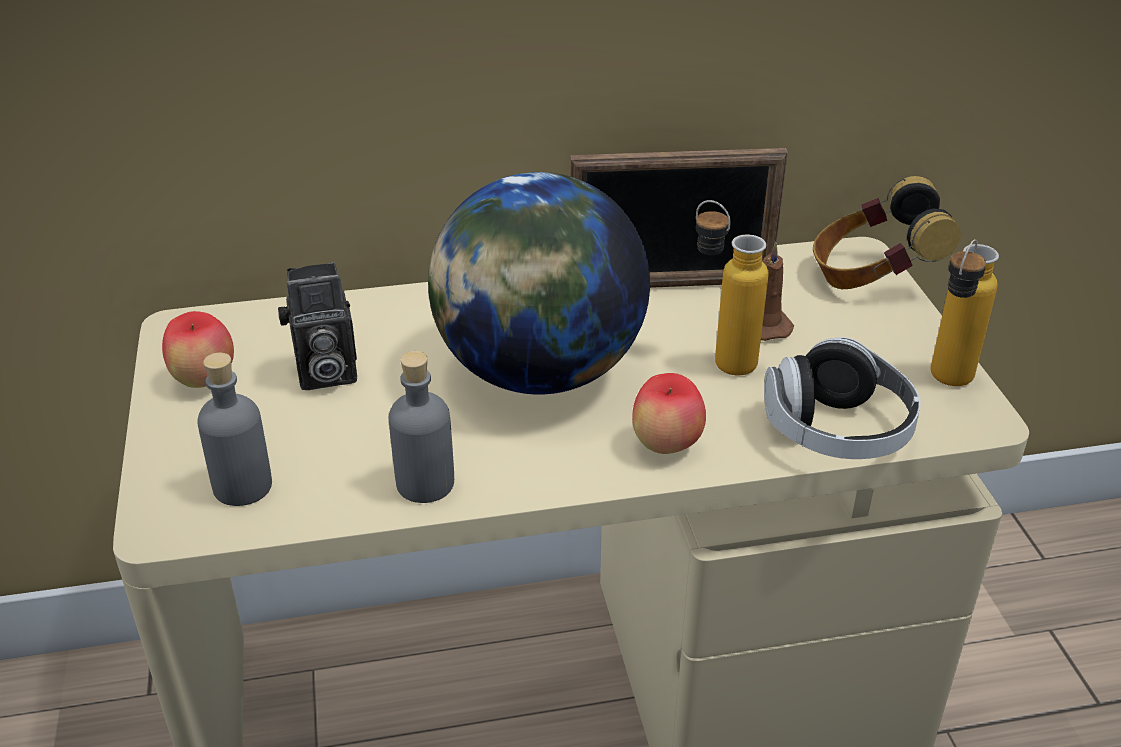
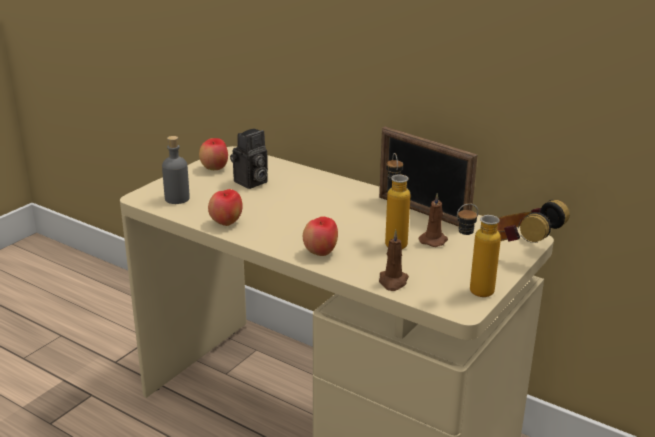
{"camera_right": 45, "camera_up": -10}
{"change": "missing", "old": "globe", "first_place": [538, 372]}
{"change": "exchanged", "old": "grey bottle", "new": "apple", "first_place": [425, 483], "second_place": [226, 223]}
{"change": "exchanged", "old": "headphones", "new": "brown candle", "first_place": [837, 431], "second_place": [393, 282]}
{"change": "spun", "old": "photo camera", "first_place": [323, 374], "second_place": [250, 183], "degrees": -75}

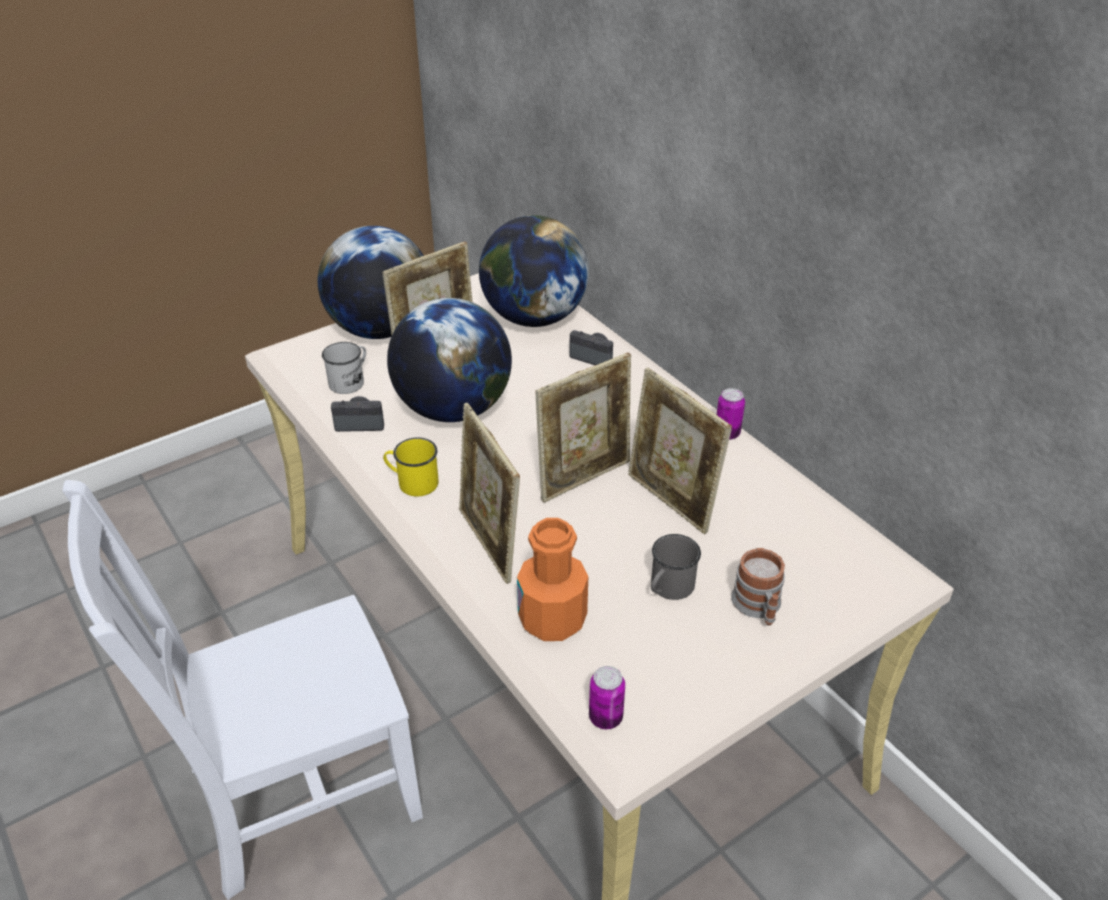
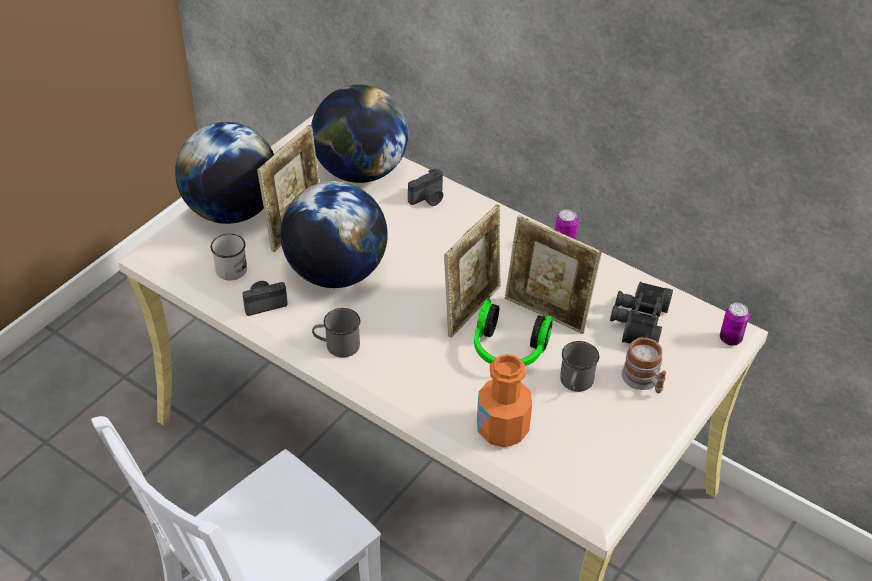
{"camera_right": -20, "camera_up": 5}
{"change": "missing", "old": "picture frame", "first_place": [489, 544]}
{"change": "appeared", "new": "headphones", "second_place": [508, 351]}
{"change": "appeared", "new": "black binoculars", "second_place": [637, 321]}
{"change": "relocated", "old": "can", "first_place": [605, 718], "second_place": [730, 339]}
{"change": "colour", "old": "yellow mug", "new": "grey mug", "first_place": [412, 482], "second_place": [337, 345]}
{"change": "spun", "old": "photo camera", "first_place": [593, 357], "second_place": [428, 199], "degrees": 135}

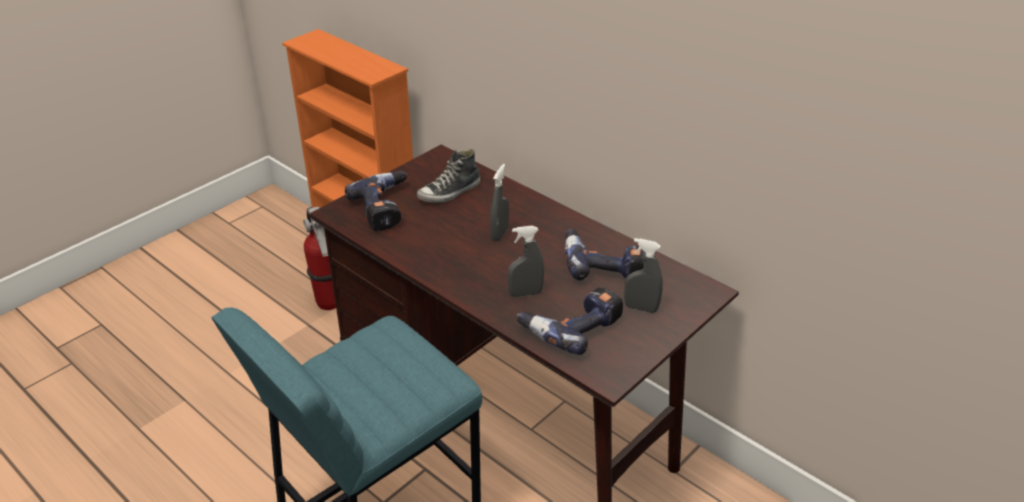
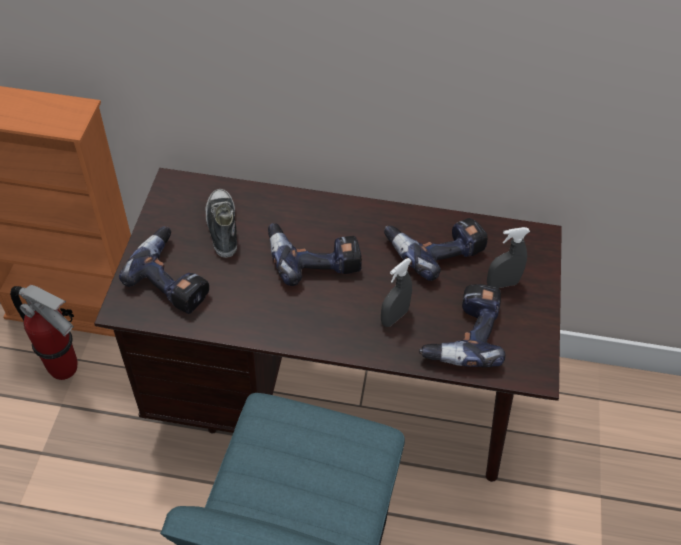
{"camera_right": -35, "camera_up": 15}
{"change": "exchanged", "old": "grey spray bottle", "new": "power drill", "first_place": [499, 234], "second_place": [314, 258]}
{"change": "spun", "old": "shoe", "first_place": [449, 192], "second_place": [222, 227], "degrees": 150}

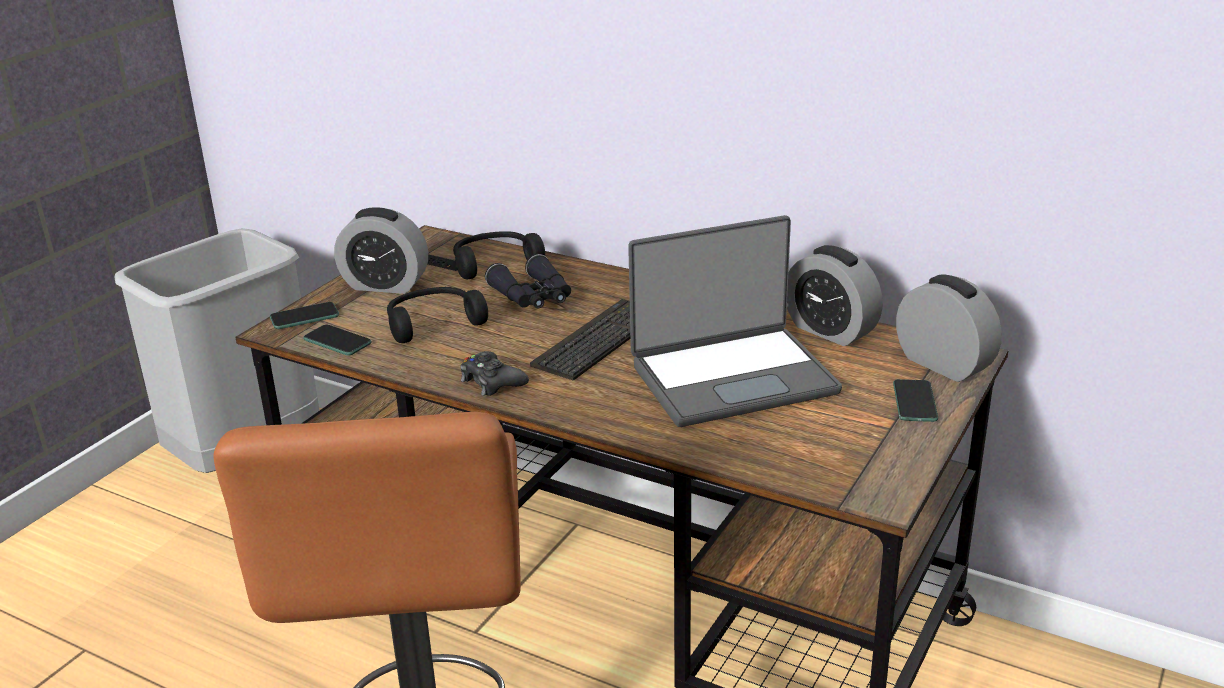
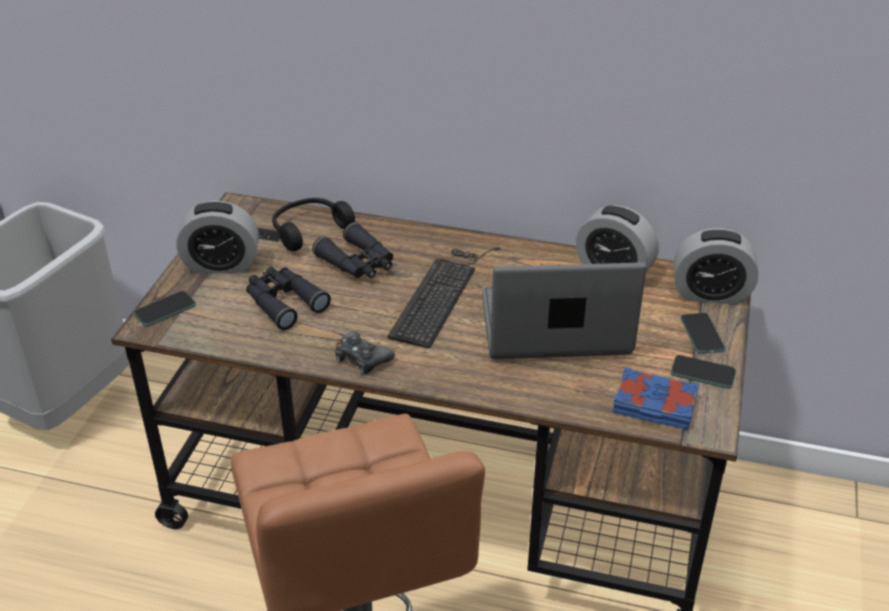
{"camera_right": -15, "camera_up": 10}
{"change": "appeared", "new": "blue book", "second_place": [654, 405]}
{"change": "relocated", "old": "phone", "first_place": [337, 341], "second_place": [702, 373]}
{"change": "exchanged", "old": "black headphones", "new": "black binoculars", "first_place": [433, 323], "second_place": [283, 302]}
{"change": "spun", "old": "laptop", "first_place": [732, 377], "second_place": [555, 328], "degrees": -150}
{"change": "spun", "old": "alarm clock", "first_place": [943, 364], "second_place": [710, 294], "degrees": 150}

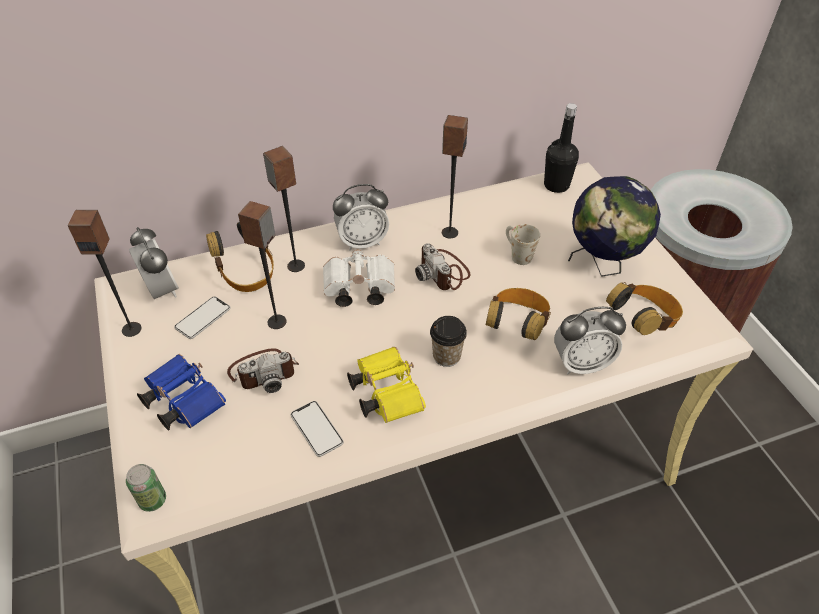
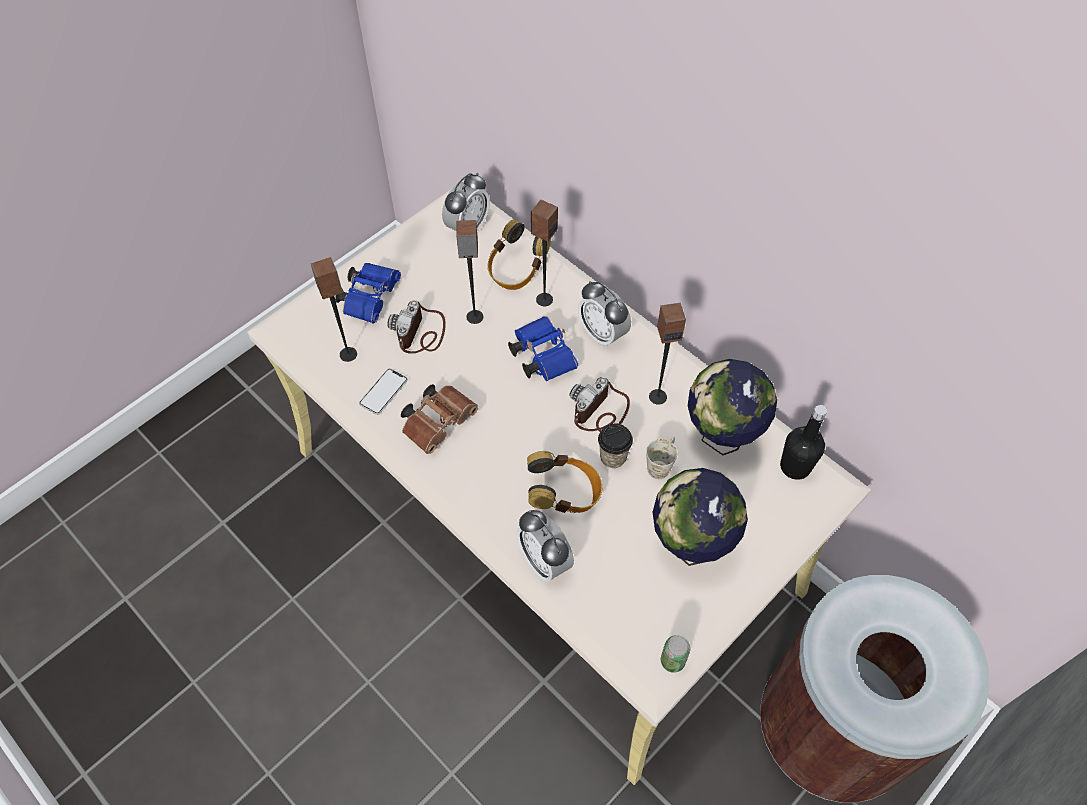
{"camera_right": 65, "camera_up": 10}
{"change": "missing", "old": "phone", "first_place": [203, 318]}
{"change": "missing", "old": "headphones", "first_place": [642, 321]}
{"change": "appeared", "new": "globe", "second_place": [721, 437]}
{"change": "relocated", "old": "speaker", "first_place": [131, 329], "second_place": [348, 354]}
{"change": "relocated", "old": "can", "first_place": [152, 500], "second_place": [672, 661]}
{"change": "relocated", "old": "cup", "first_place": [446, 356], "second_place": [613, 457]}
{"change": "colour", "old": "white binoculars", "new": "blue binoculars", "first_place": [357, 289], "second_place": [541, 355]}
{"change": "colour", "old": "yellow binoculars", "new": "brown binoculars", "first_place": [385, 392], "second_place": [440, 422]}
{"change": "spun", "old": "photo camera", "first_place": [264, 371], "second_place": [421, 333], "degrees": 60}

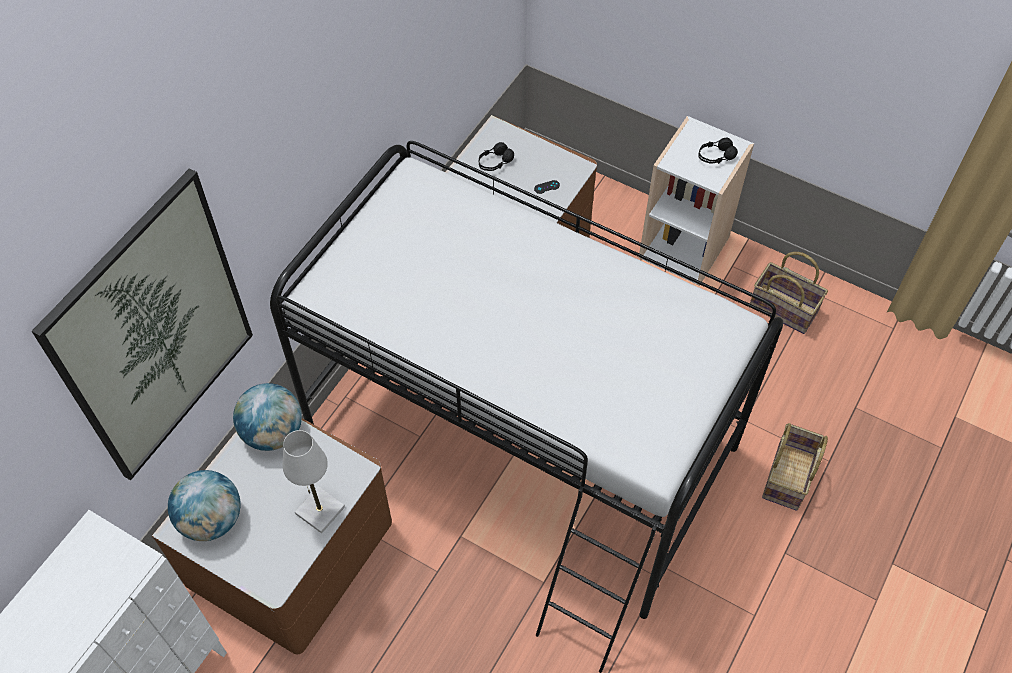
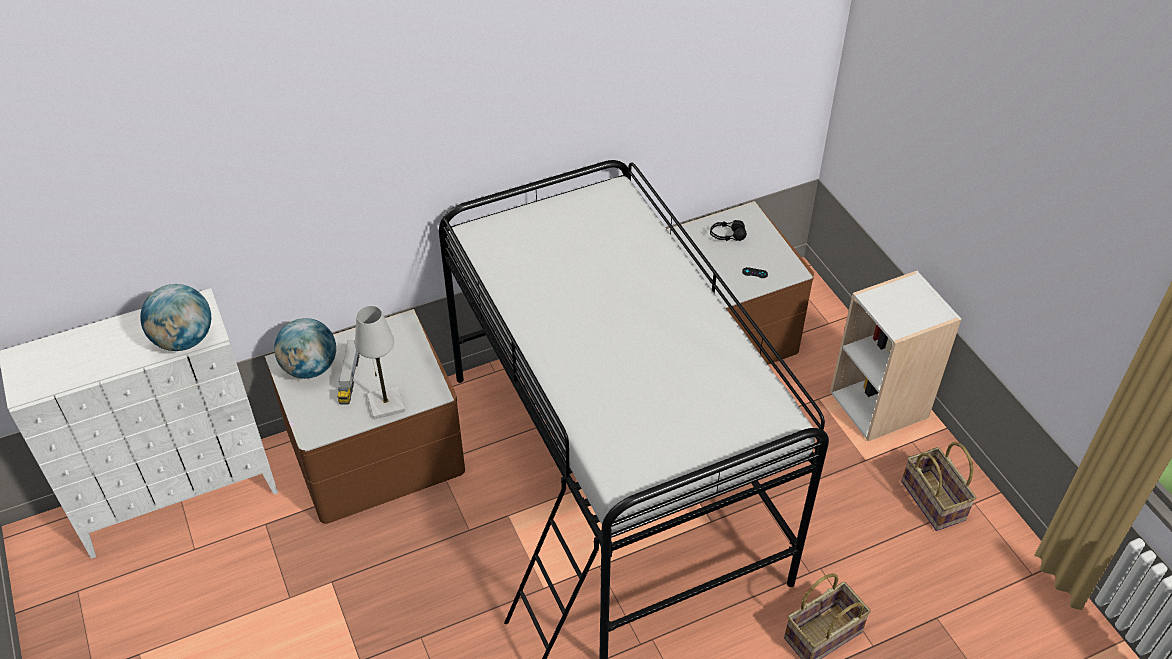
{"camera_right": 35, "camera_up": -10}
{"change": "missing", "old": "picture", "first_place": [154, 331]}
{"change": "missing", "old": "black headphones", "first_place": [715, 156]}
{"change": "appeared", "new": "toy truck", "second_place": [350, 378]}
{"change": "relocated", "old": "globe", "first_place": [273, 433], "second_place": [184, 340]}

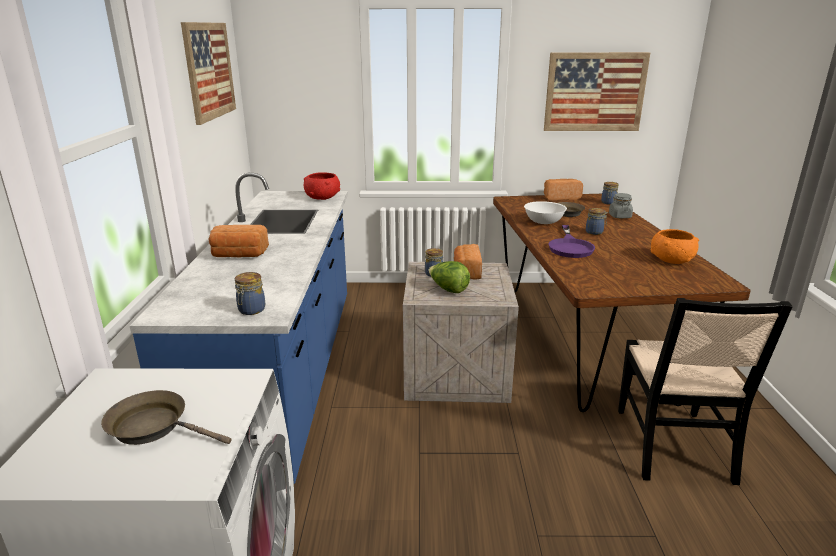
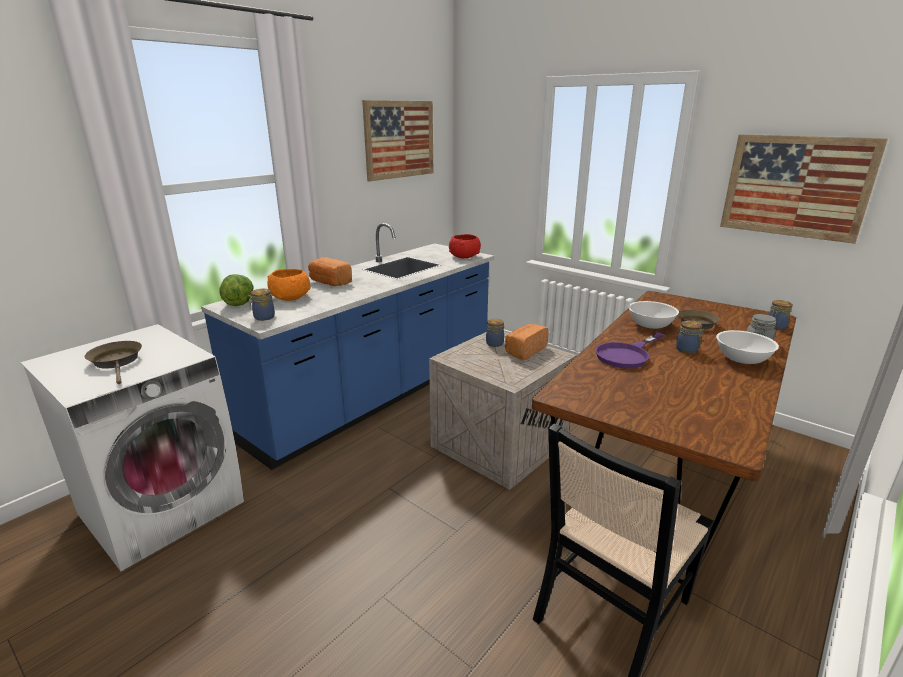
{"camera_right": 40, "camera_up": 0}
{"change": "missing", "old": "bread", "first_place": [560, 197]}
{"change": "appeared", "new": "white bowl", "second_place": [742, 359]}
{"change": "relocated", "old": "lettuce", "first_place": [448, 290], "second_place": [239, 302]}
{"change": "relocated", "old": "orange bowl", "first_place": [671, 259], "second_place": [290, 297]}

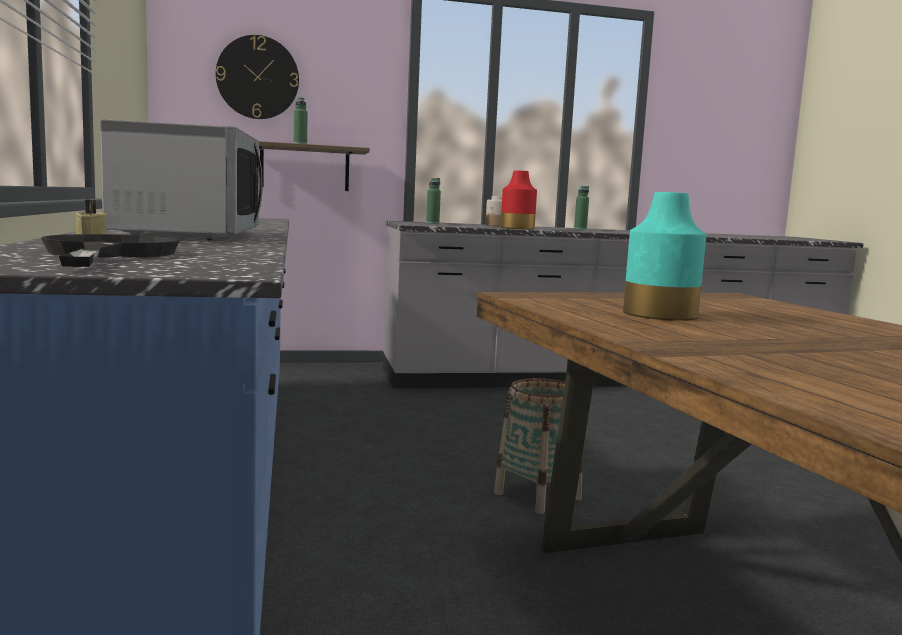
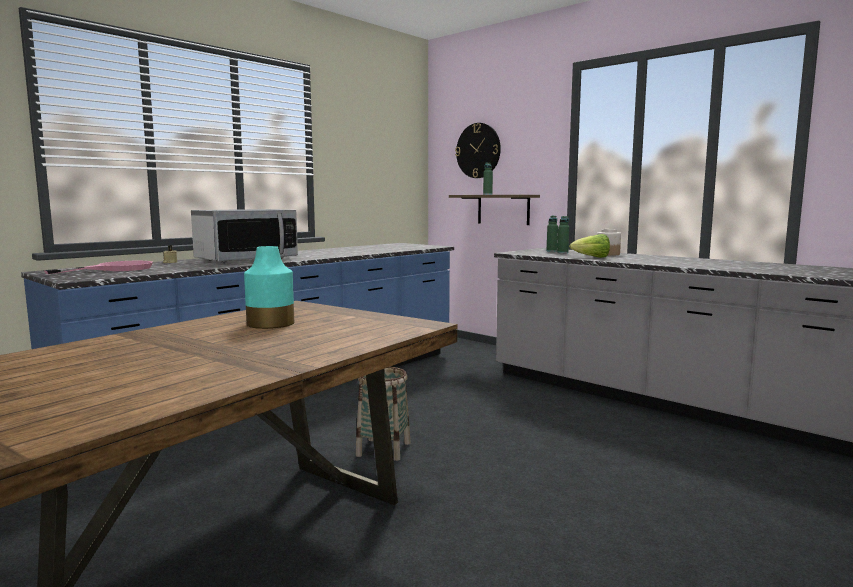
{"camera_right": 55, "camera_up": 0}
{"change": "relocated", "old": "green bottle", "first_place": [580, 229], "second_place": [562, 252]}
{"change": "exchanged", "old": "red vase", "new": "lettuce", "first_place": [517, 228], "second_place": [592, 257]}
{"change": "colour", "old": "black frying pan", "new": "pink frying pan", "first_place": [108, 254], "second_place": [115, 269]}

